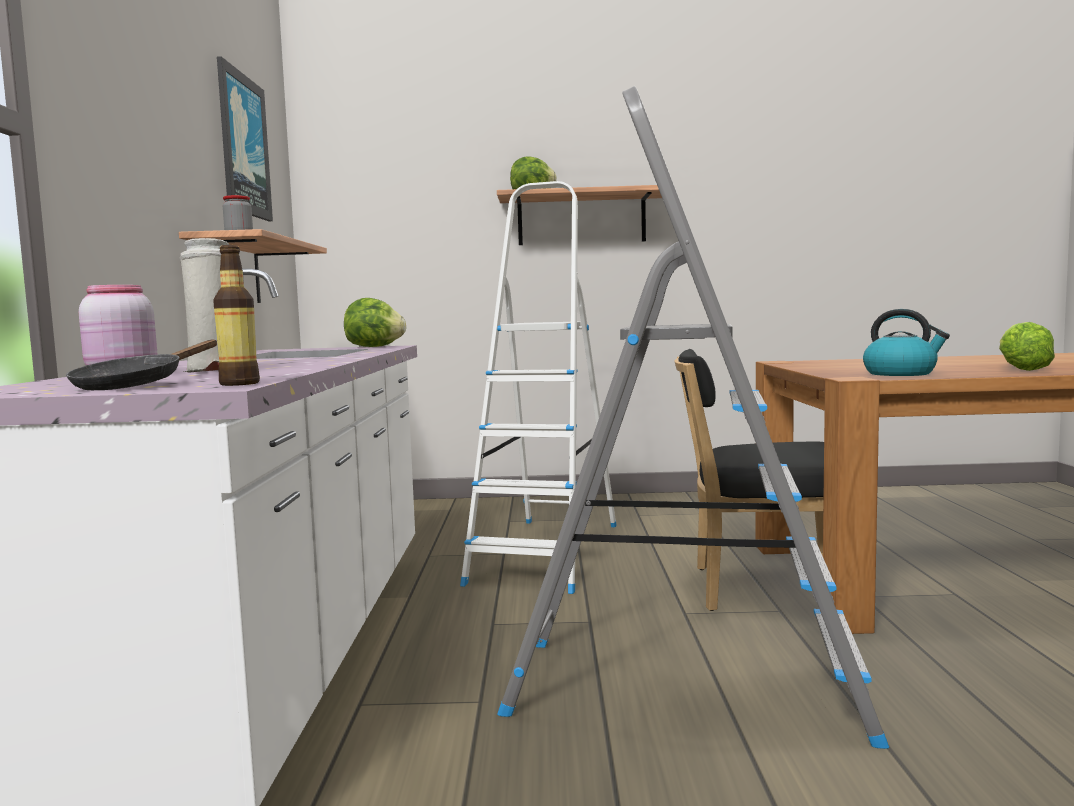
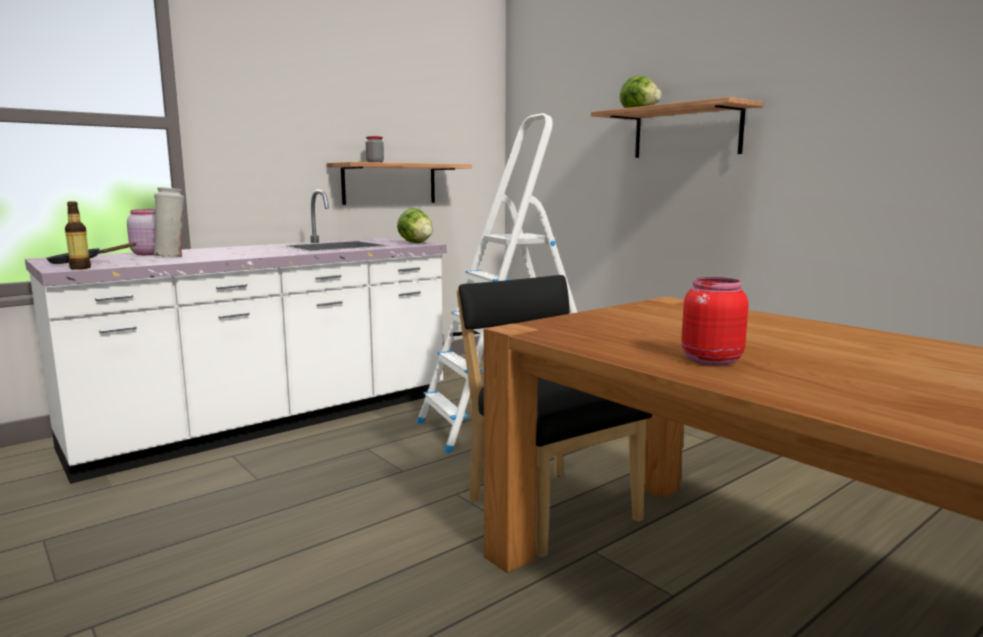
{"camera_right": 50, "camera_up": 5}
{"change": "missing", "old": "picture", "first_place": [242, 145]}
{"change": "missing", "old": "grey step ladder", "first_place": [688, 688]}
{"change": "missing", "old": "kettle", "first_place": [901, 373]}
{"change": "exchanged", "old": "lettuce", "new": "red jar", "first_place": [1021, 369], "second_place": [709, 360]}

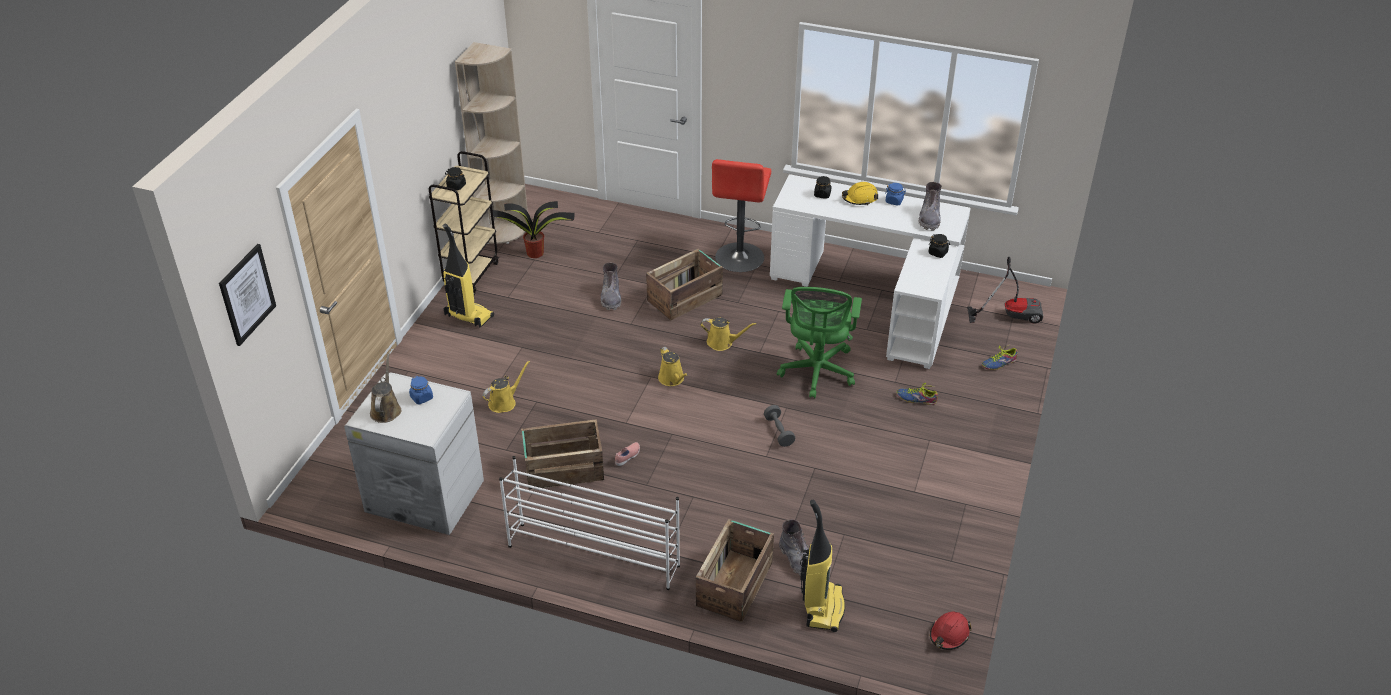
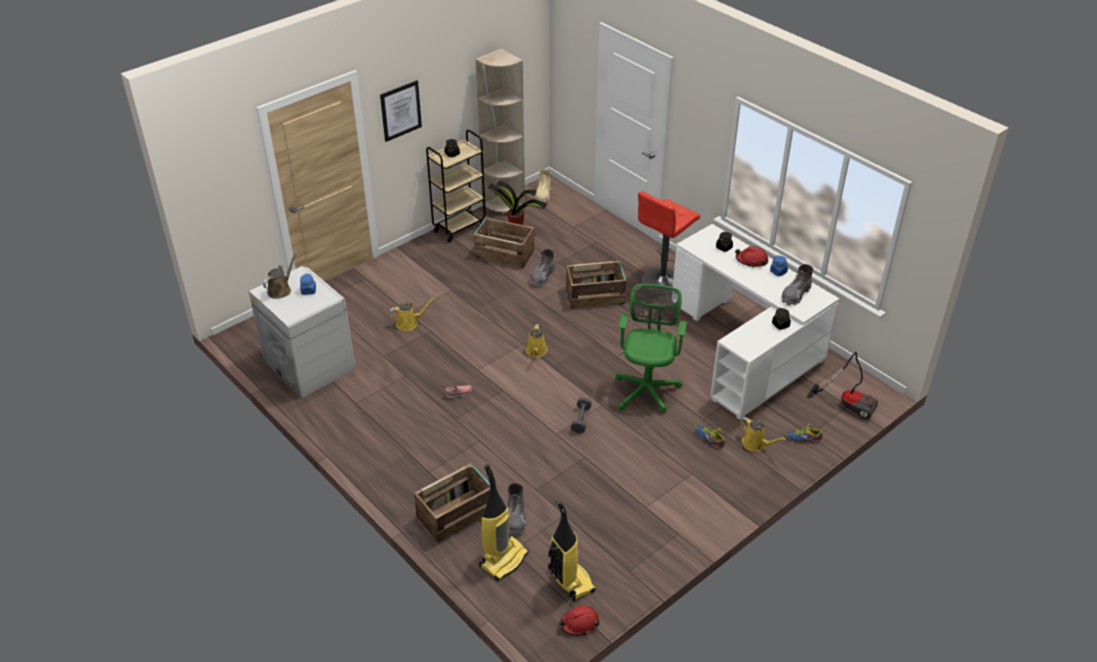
{"camera_right": 30, "camera_up": 0}
{"change": "missing", "old": "white shoe rack", "first_place": [592, 555]}
{"change": "appeared", "new": "beige boot", "second_place": [543, 195]}
{"change": "relocated", "old": "picture", "first_place": [247, 294], "second_place": [400, 110]}
{"change": "relocated", "old": "vacuum cleaner", "first_place": [468, 316], "second_place": [570, 580]}
{"change": "relocated", "old": "crate", "first_place": [562, 468], "second_place": [504, 254]}
{"change": "relocated", "old": "yellow watering can", "first_place": [722, 342], "second_place": [756, 444]}
{"change": "colour", "old": "yellow hard hat", "new": "red hard hat", "first_place": [860, 199], "second_place": [751, 261]}
{"change": "spun", "old": "green office chair", "first_place": [817, 373], "second_place": [647, 388], "degrees": 150}

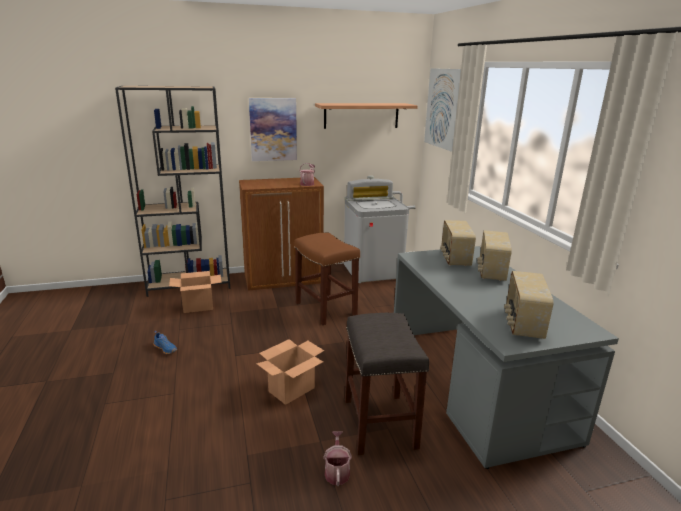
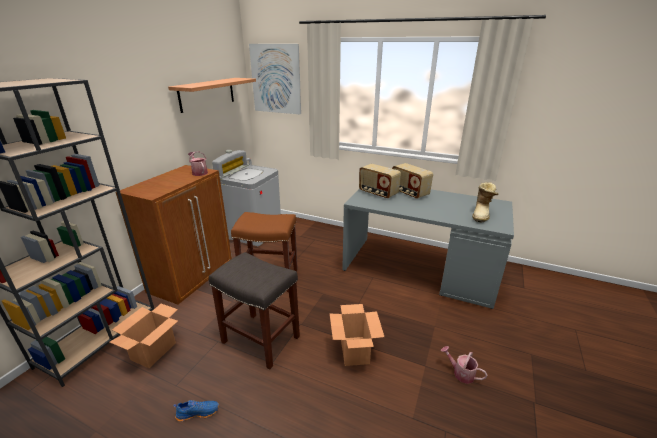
{"camera_right": -50, "camera_up": 5}
{"change": "missing", "old": "picture", "first_place": [273, 129]}
{"change": "relocated", "old": "grey stool", "first_place": [378, 422], "second_place": [259, 339]}
{"change": "exchanged", "old": "radio", "new": "boot", "first_place": [522, 324], "second_place": [482, 214]}

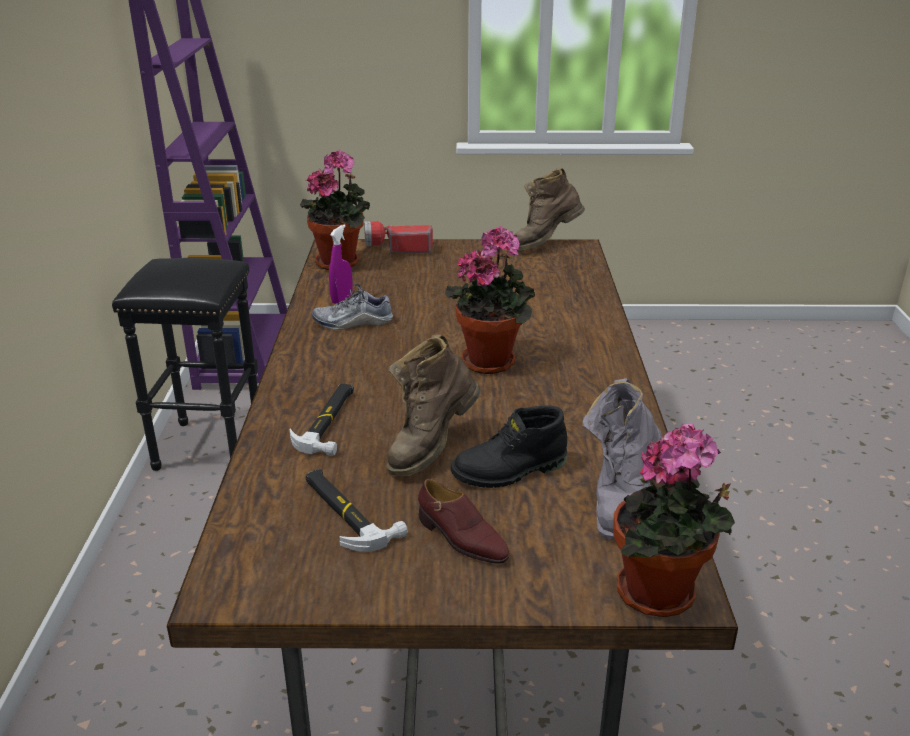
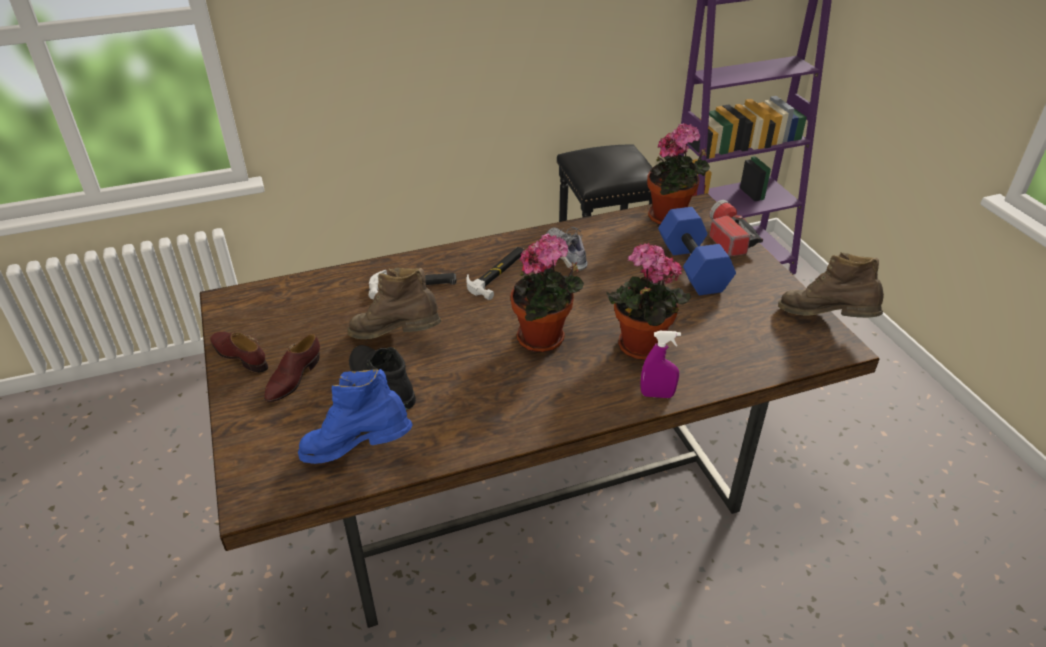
{"camera_right": 70, "camera_up": 10}
{"change": "appeared", "new": "brown shoe", "second_place": [240, 355]}
{"change": "appeared", "new": "blue dumbbell", "second_place": [694, 267]}
{"change": "relocated", "old": "hammer", "first_place": [346, 512], "second_place": [499, 274]}
{"change": "relocated", "old": "purple spray bottle", "first_place": [342, 299], "second_place": [657, 395]}
{"change": "relocated", "old": "potted plant", "first_place": [661, 597], "second_place": [639, 348]}
{"change": "colour", "old": "grey boot", "new": "blue boot", "first_place": [622, 501], "second_place": [358, 452]}

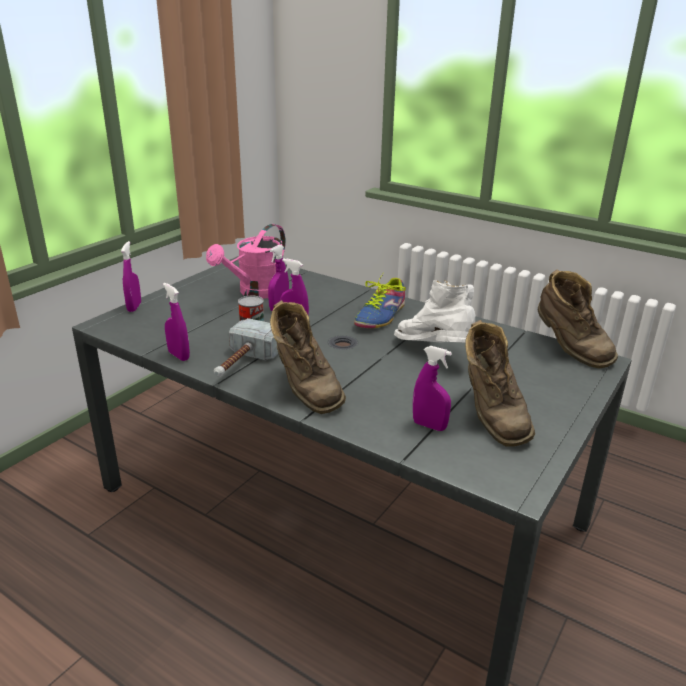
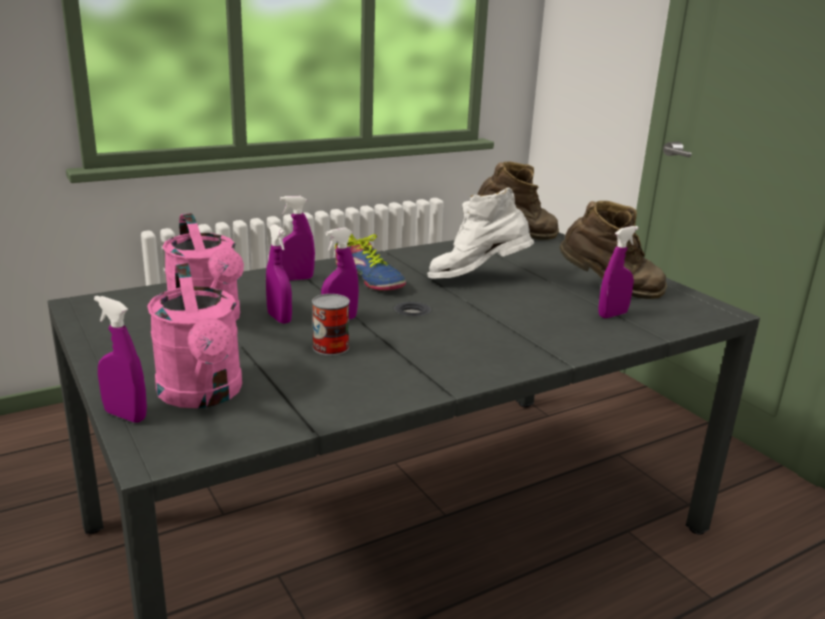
{"camera_right": -65, "camera_up": -5}
{"change": "missing", "old": "hammer", "first_place": [243, 364]}
{"change": "missing", "old": "brown boot", "first_place": [305, 390]}
{"change": "appeared", "new": "pink watering can", "second_place": [203, 395]}
{"change": "relocated", "old": "purple spray bottle", "first_place": [179, 356], "second_place": [296, 279]}

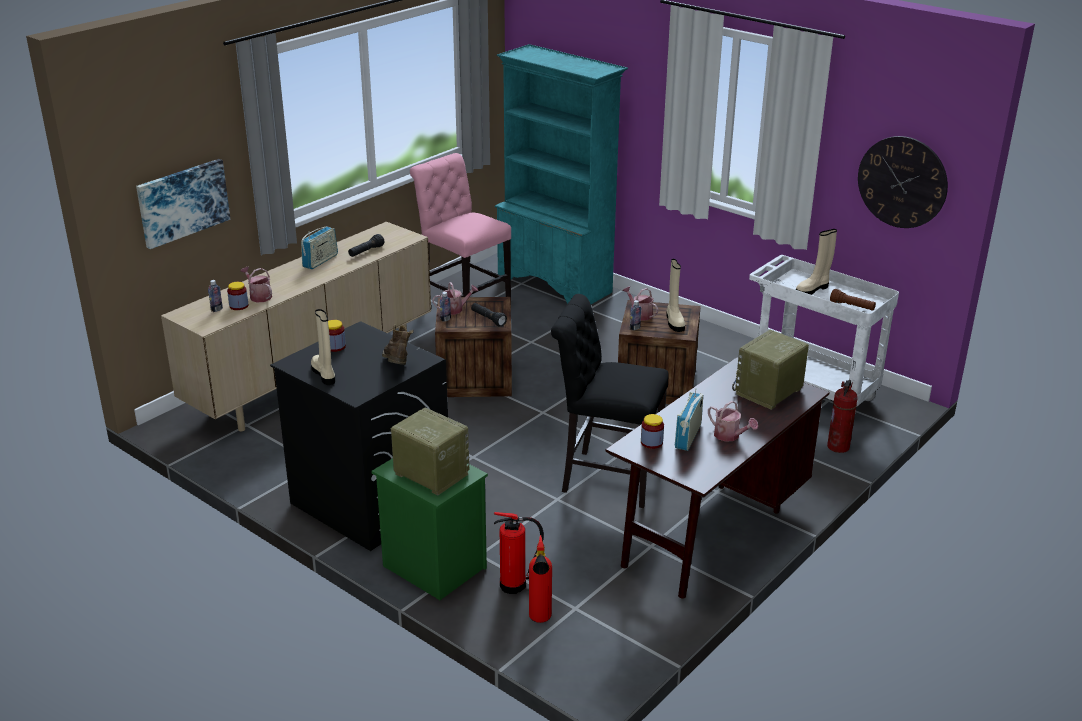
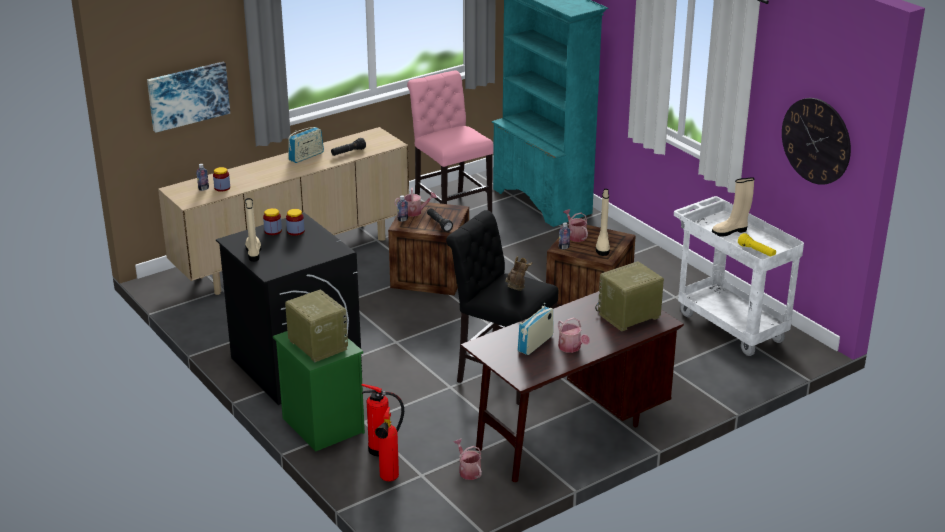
{"camera_right": 15, "camera_up": 0}
{"change": "missing", "old": "fire extinguisher", "first_place": [838, 447]}
{"change": "relocated", "old": "watering can", "first_place": [259, 296], "second_place": [468, 471]}
{"change": "relocated", "old": "brown boot", "first_place": [397, 367], "second_place": [516, 291]}
{"change": "relocated", "old": "jar", "first_place": [651, 442], "second_place": [295, 231]}
{"change": "colour", "old": "brown flashlight", "new": "yellow flashlight", "first_place": [852, 307], "second_place": [756, 251]}

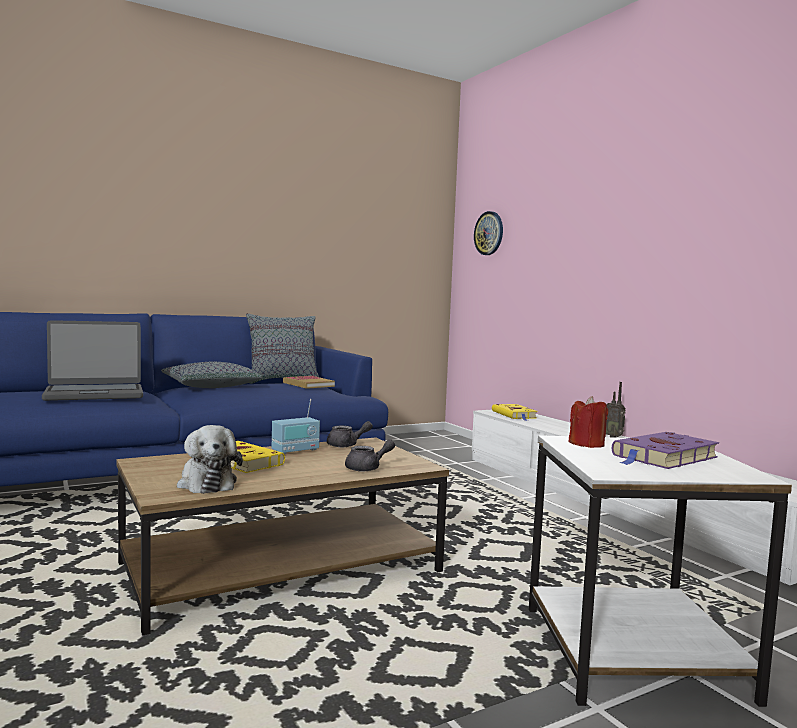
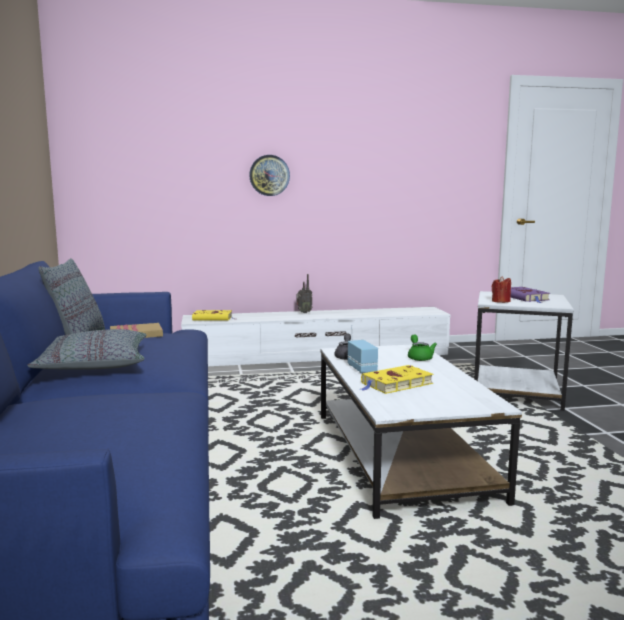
{"camera_right": -70, "camera_up": 5}
{"change": "missing", "old": "laptop", "first_place": [94, 394]}
{"change": "missing", "old": "plush toy", "first_place": [206, 483]}
{"change": "relocated", "old": "wall clock", "first_place": [489, 233], "second_place": [269, 175]}
{"change": "colour", "old": "brown coffee table", "new": "white coffee table", "first_place": [283, 567], "second_place": [400, 454]}
{"change": "colour", "old": "grey teapot", "new": "green teapot", "first_place": [368, 468], "second_place": [419, 357]}

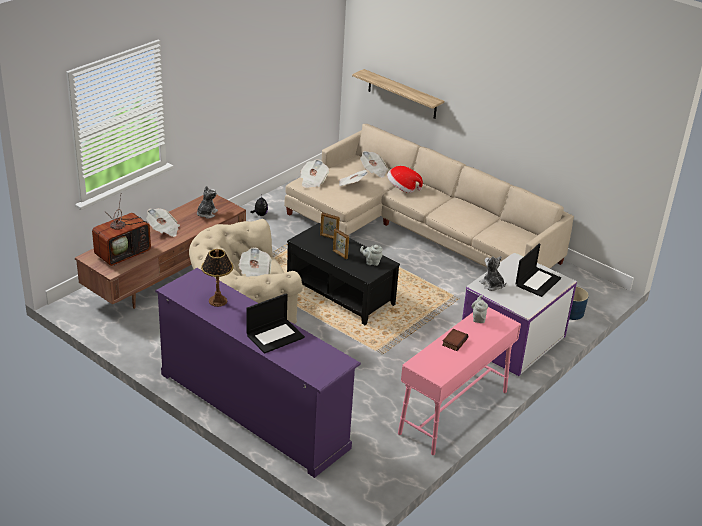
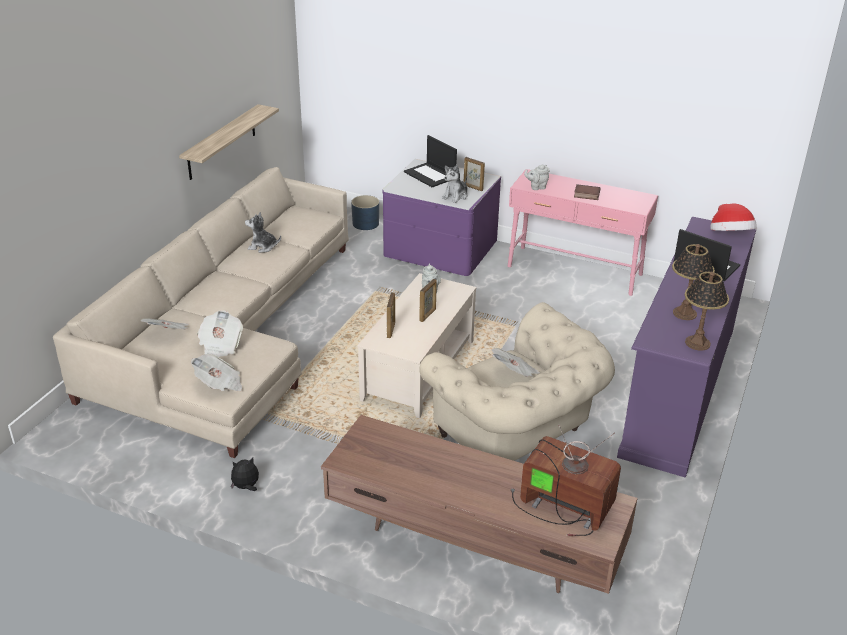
{"camera_right": -105, "camera_up": 0}
{"change": "missing", "old": "newspaper", "first_place": [163, 230]}
{"change": "appeared", "new": "picture frame", "second_place": [473, 188]}
{"change": "appeared", "new": "table lamp", "second_place": [697, 343]}
{"change": "relocated", "old": "plush toy", "first_place": [206, 213], "second_place": [263, 247]}
{"change": "relocated", "old": "shelf", "first_place": [402, 94], "second_place": [222, 142]}
{"change": "relocated", "old": "hat", "first_place": [402, 188], "second_place": [730, 236]}
{"change": "colour", "old": "black coffee table", "new": "beige coffee table", "first_place": [340, 293], "second_place": [418, 369]}
{"change": "spun", "old": "laptop", "first_place": [537, 281], "second_place": [430, 175], "degrees": -150}

